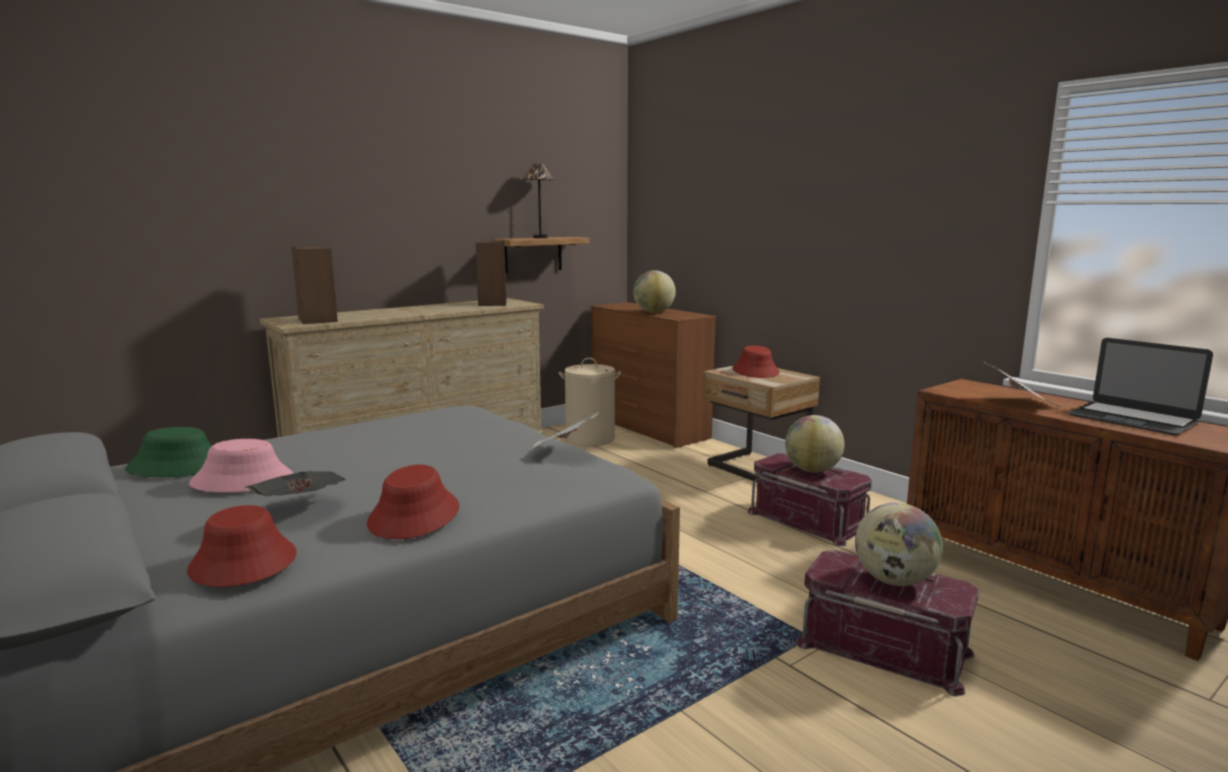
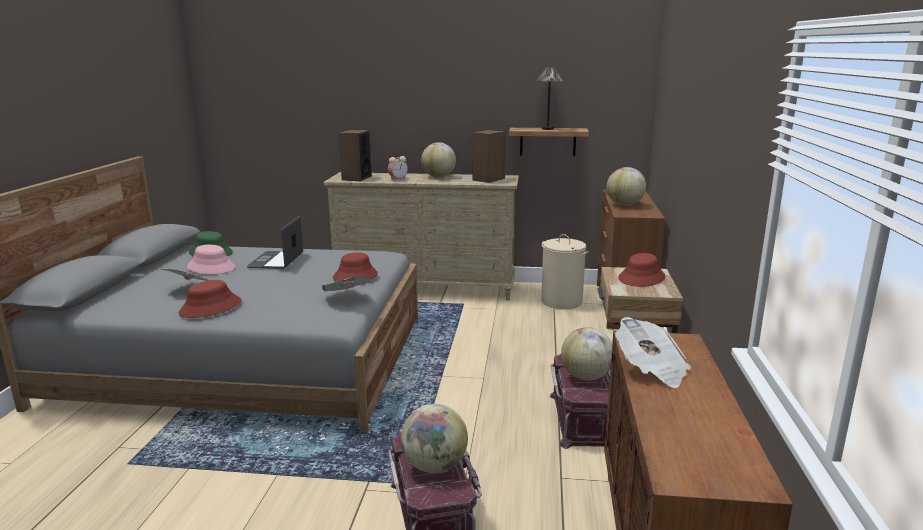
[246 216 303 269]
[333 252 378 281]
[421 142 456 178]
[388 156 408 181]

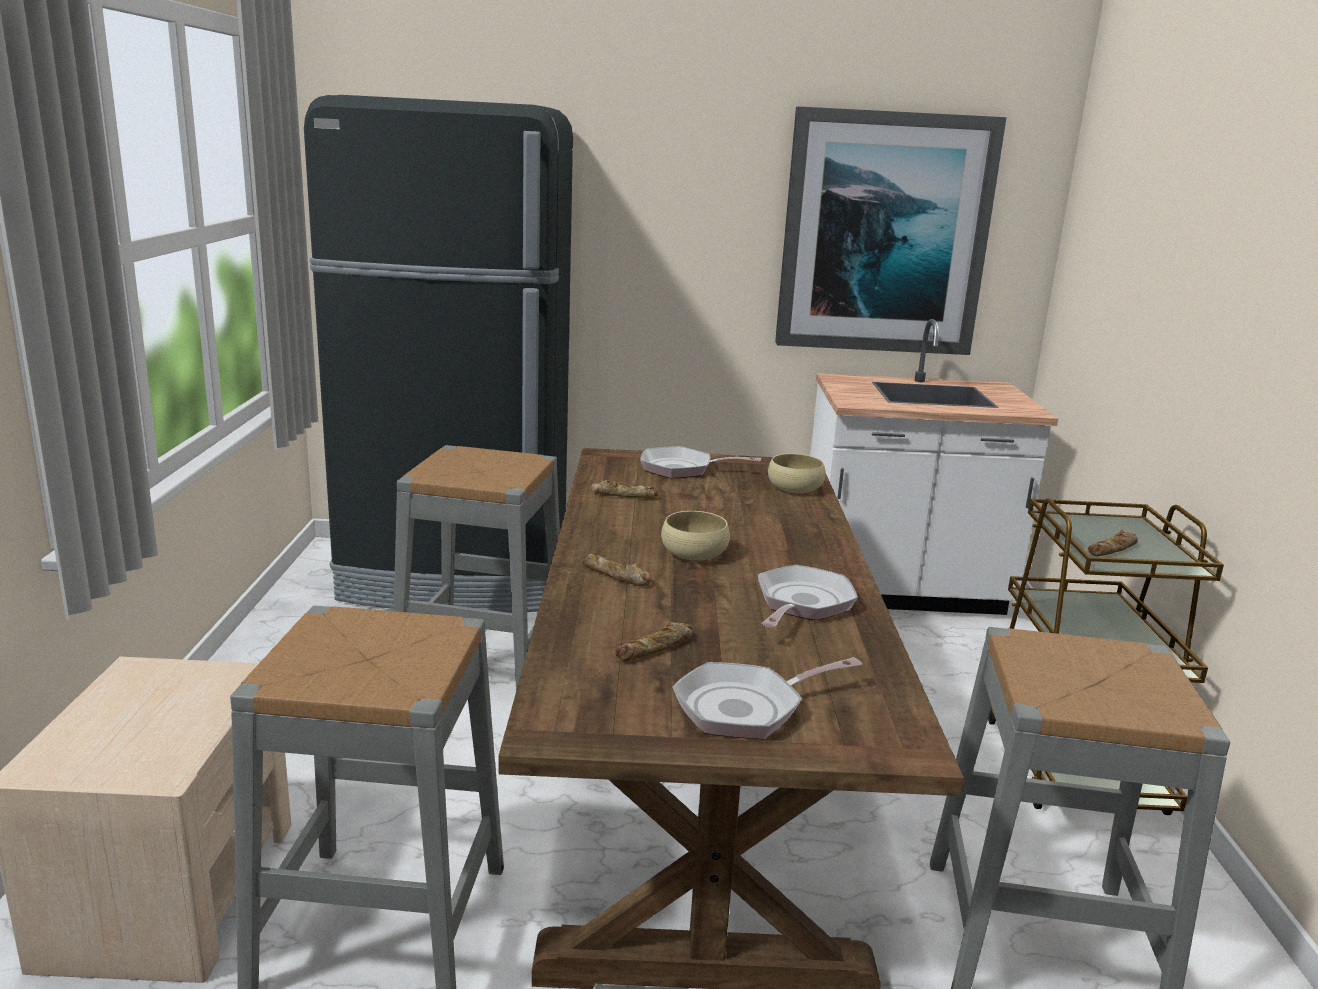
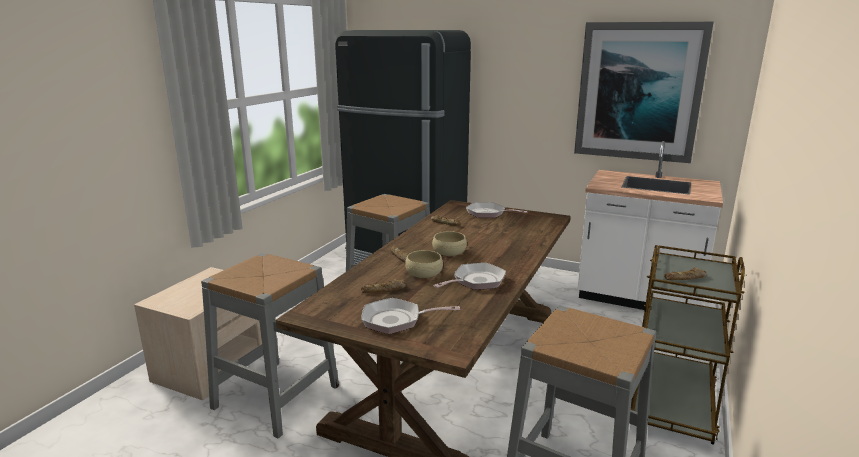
[405 250 443 278]

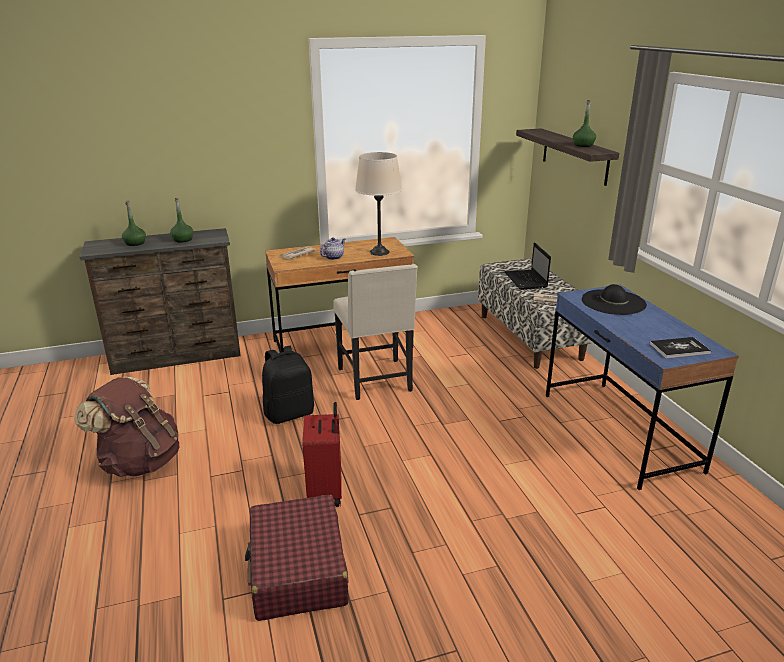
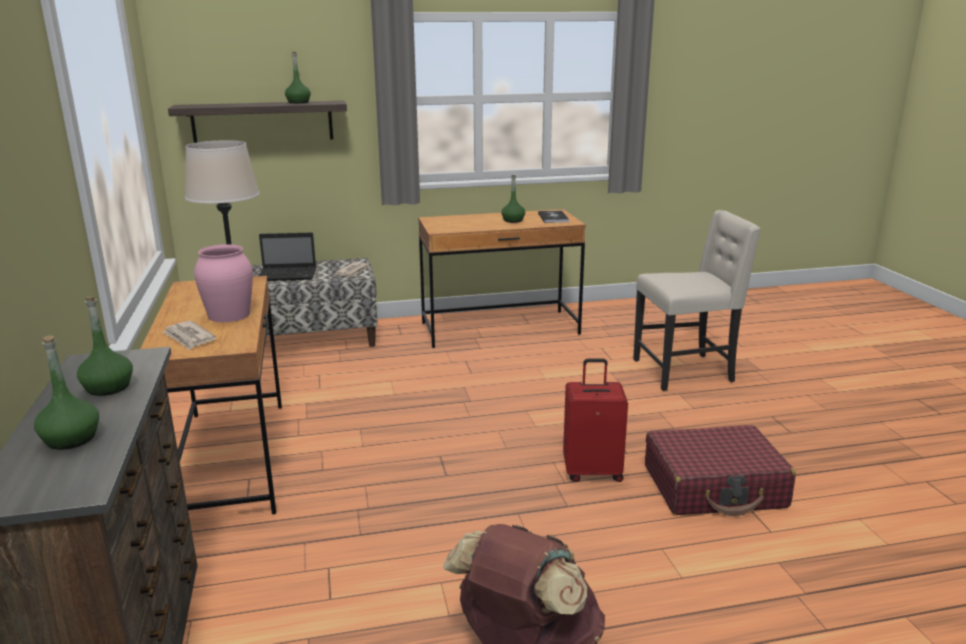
[194 244 253 322]
[633 210 761 391]
[582 284 647 315] (first image)
[418 209 586 348]
[262 346 314 424] (first image)
[501 175 525 223]

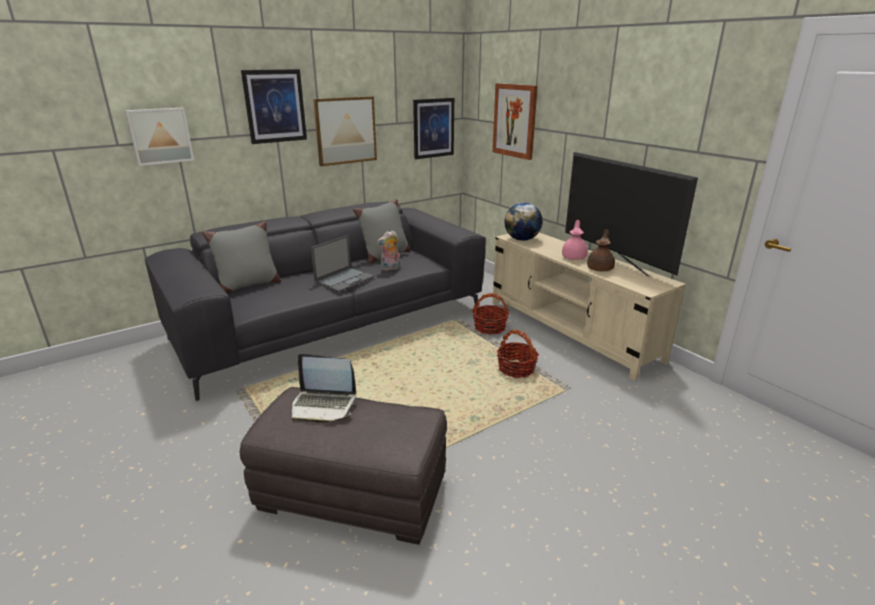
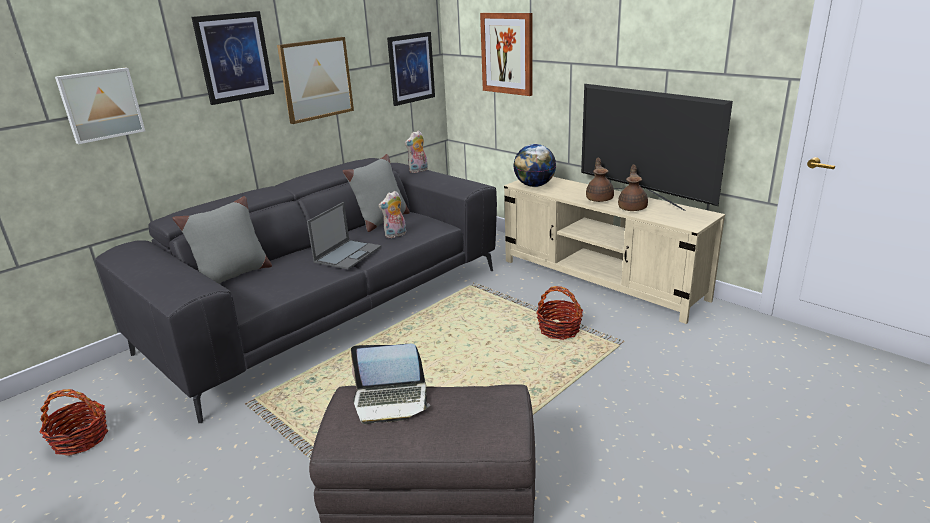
[586 157 614 202]
[39 389 108 456]
[405 130 428 173]

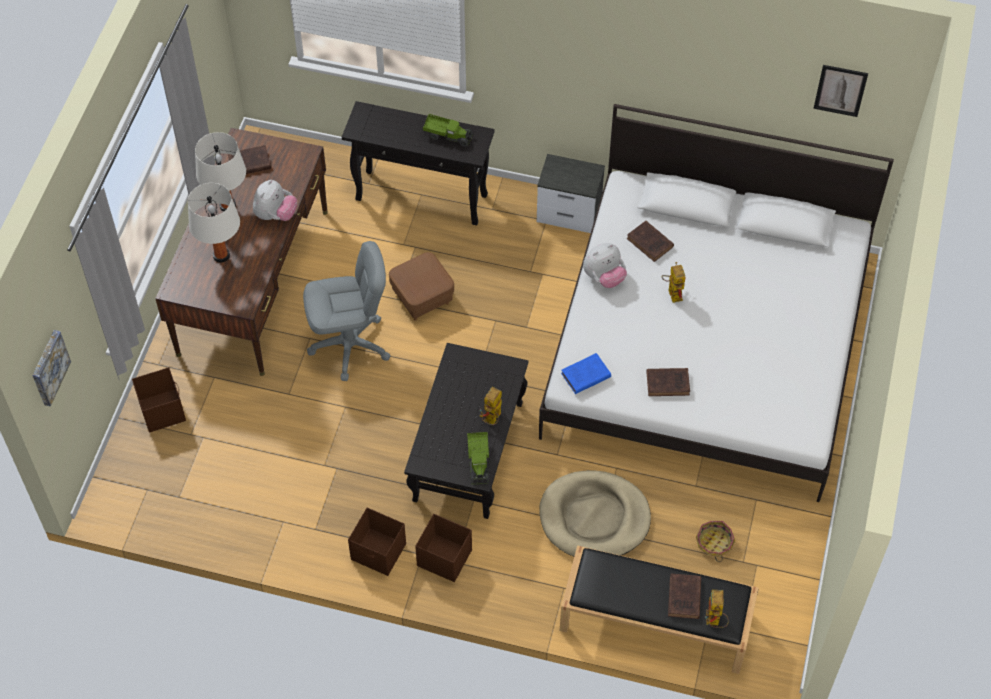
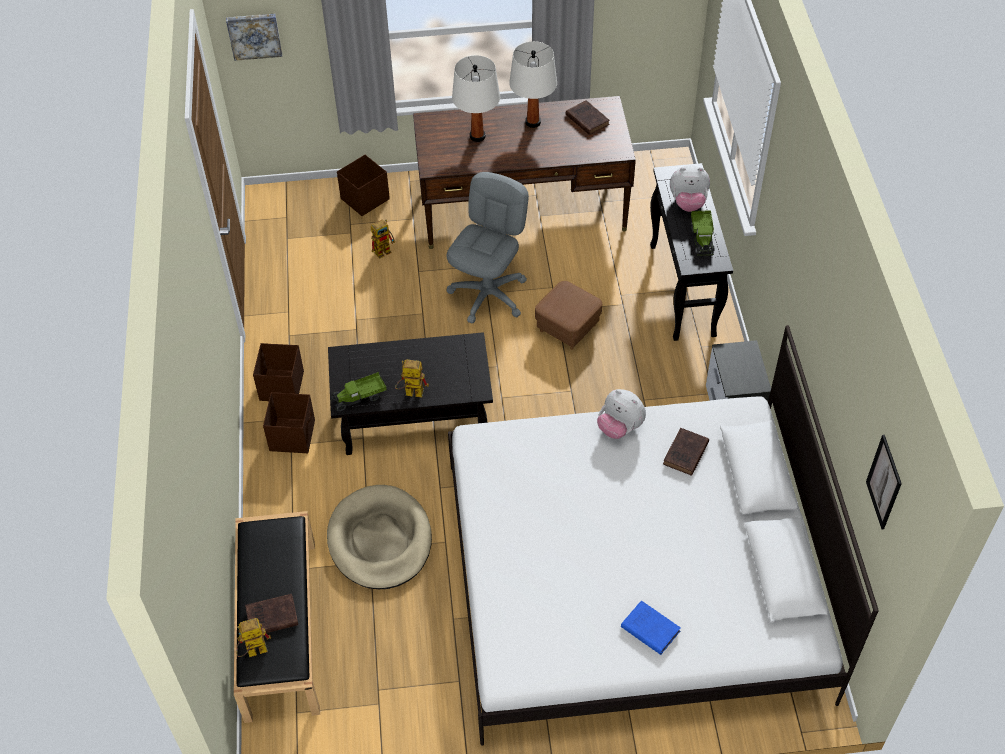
[670 165 710 212]
[446 172 529 323]
[371 219 395 259]
[621 600 681 655]
[646 368 690 396] (first image)
[696 521 735 562] (first image)

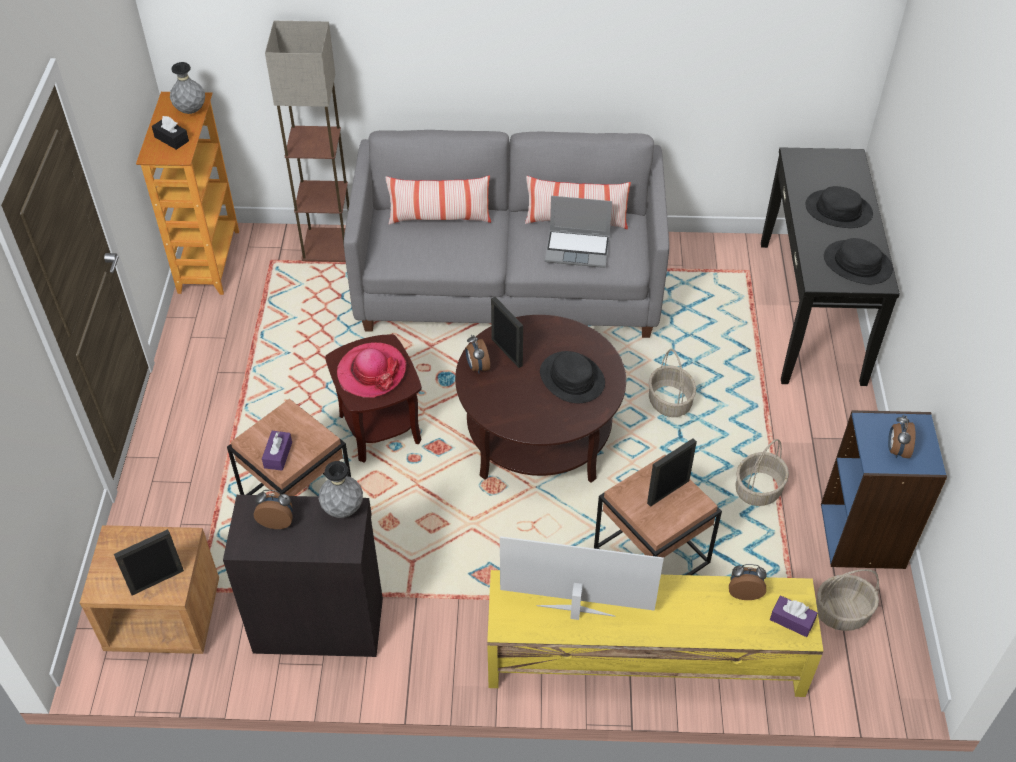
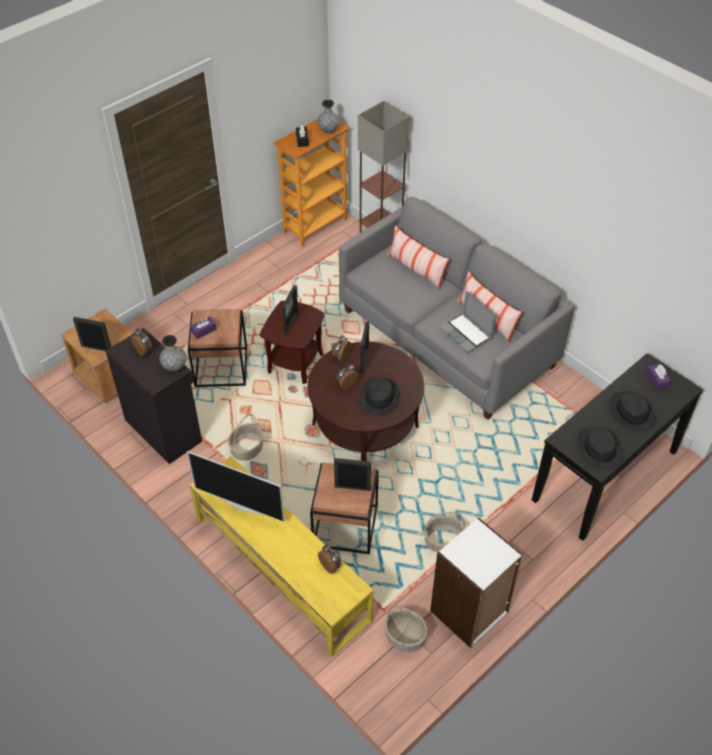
[282 285 298 335]
[228 414 263 461]
[430 517 523 648]
[336 363 359 390]
[187 451 285 522]
[646 363 671 390]

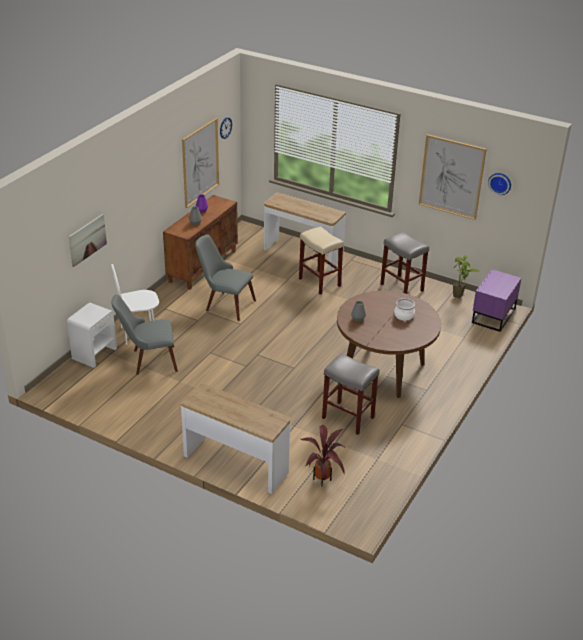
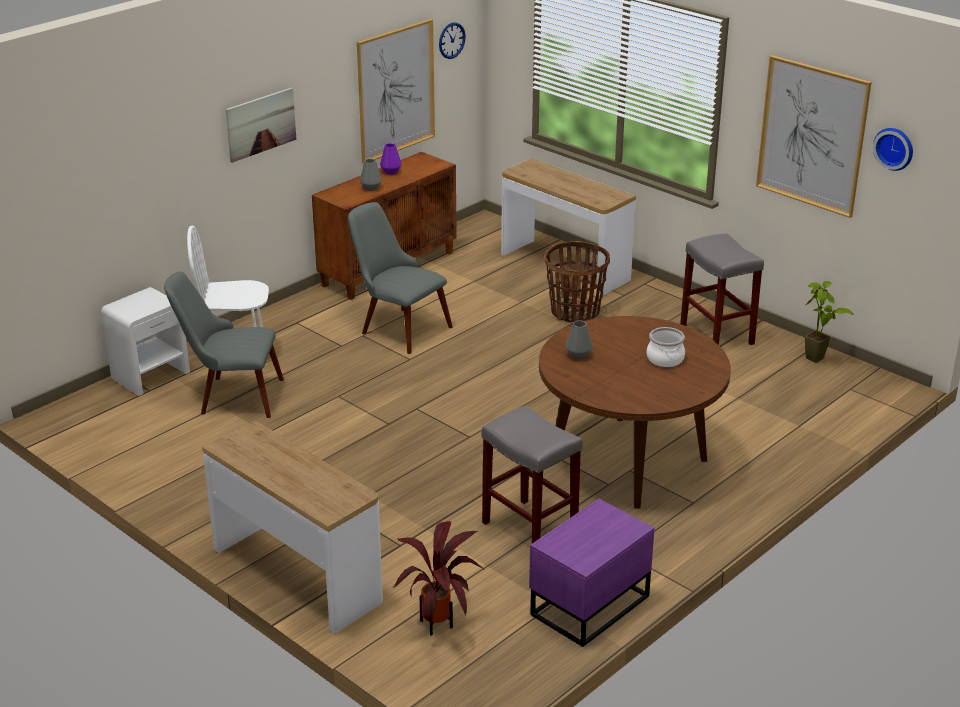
[225 88 296 163]
[544 241 610 322]
[529 499 655 647]

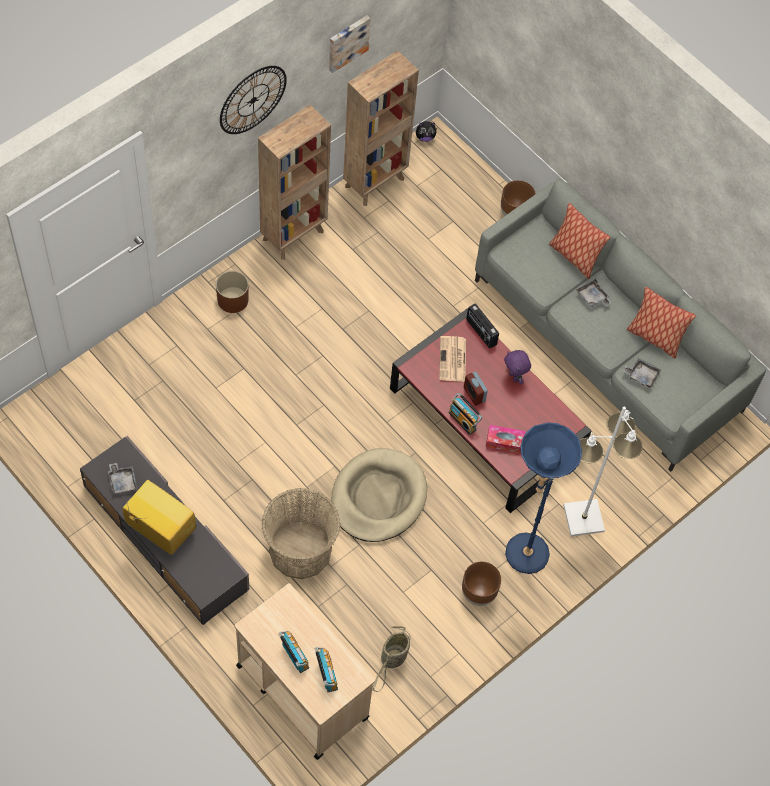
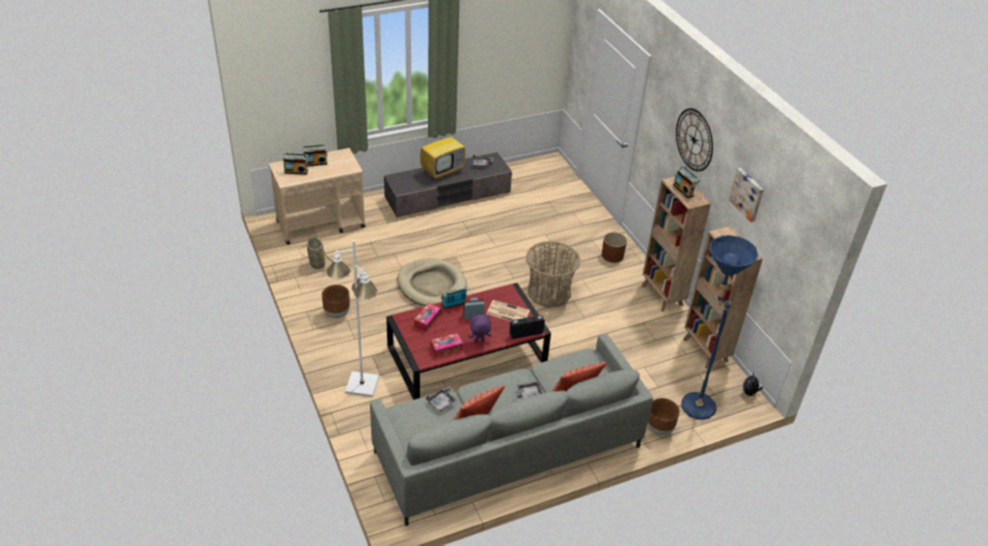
[681 235 758 420]
[526 241 581 307]
[673 165 700 198]
[430 333 463 357]

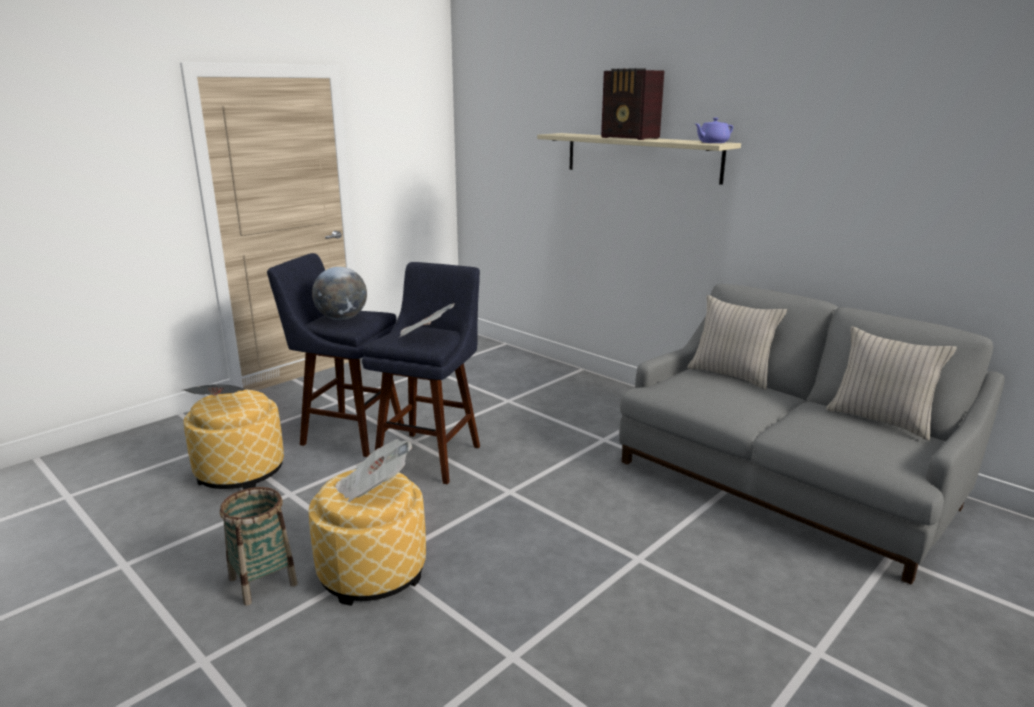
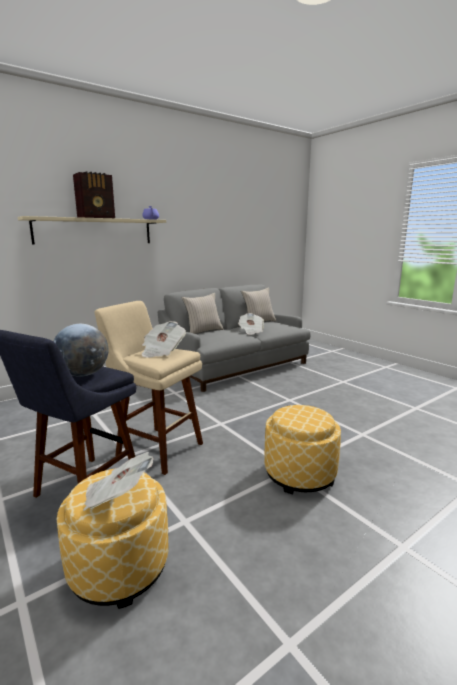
[95 301 203 475]
[238 313 264 335]
[220 487 298 606] (first image)

